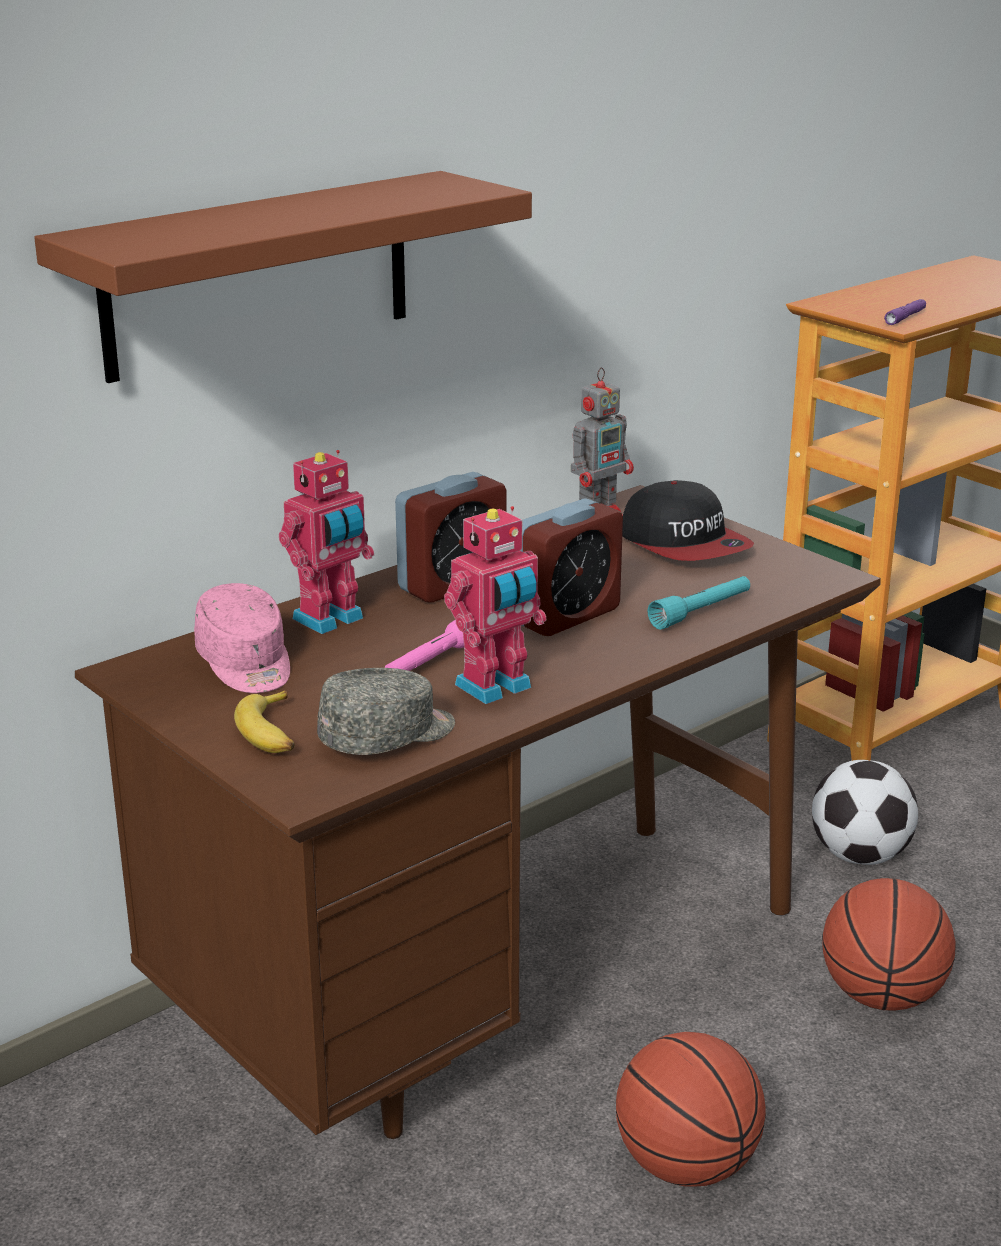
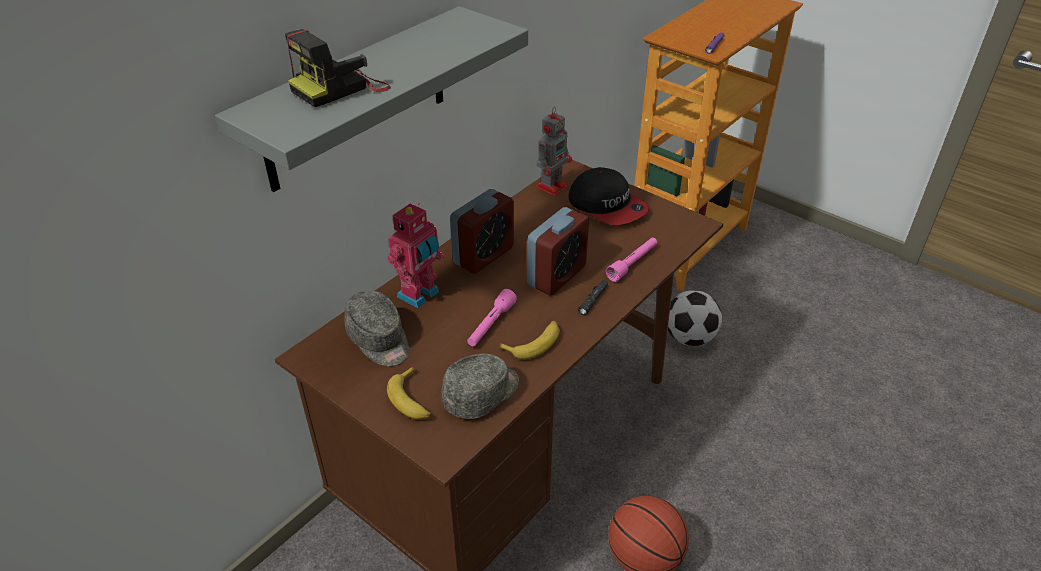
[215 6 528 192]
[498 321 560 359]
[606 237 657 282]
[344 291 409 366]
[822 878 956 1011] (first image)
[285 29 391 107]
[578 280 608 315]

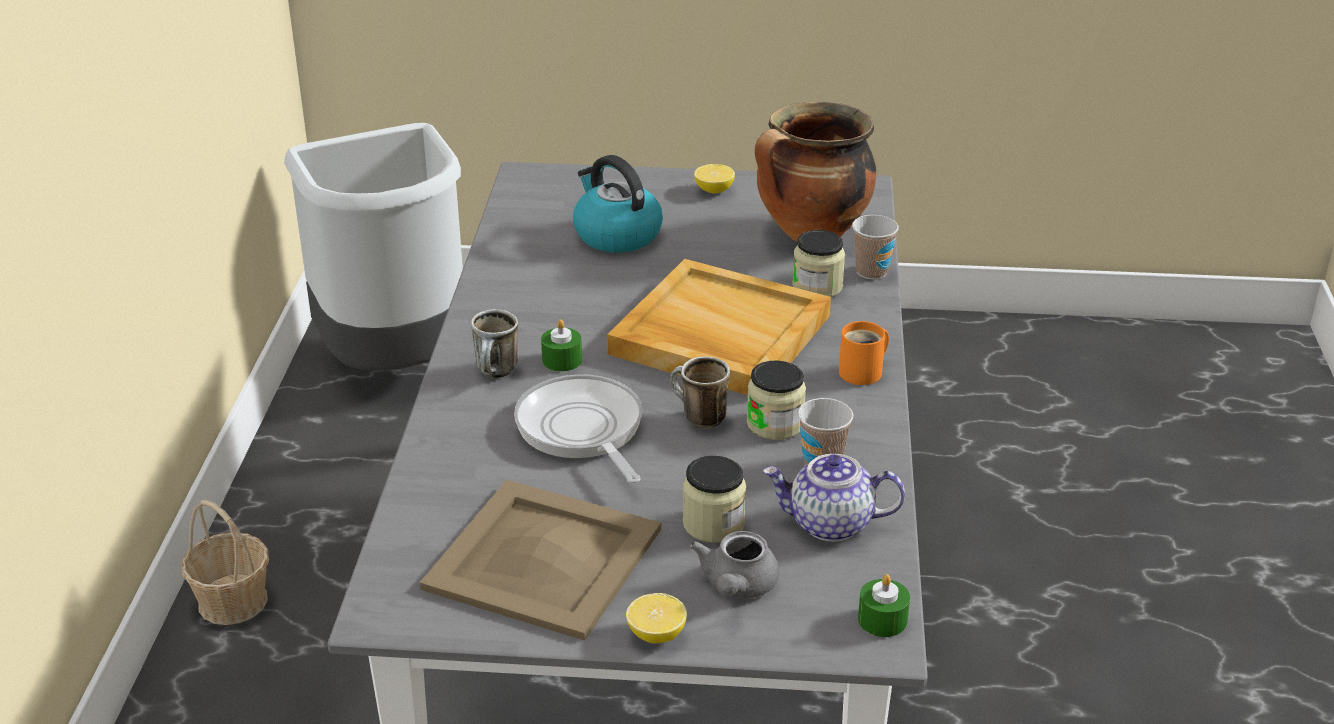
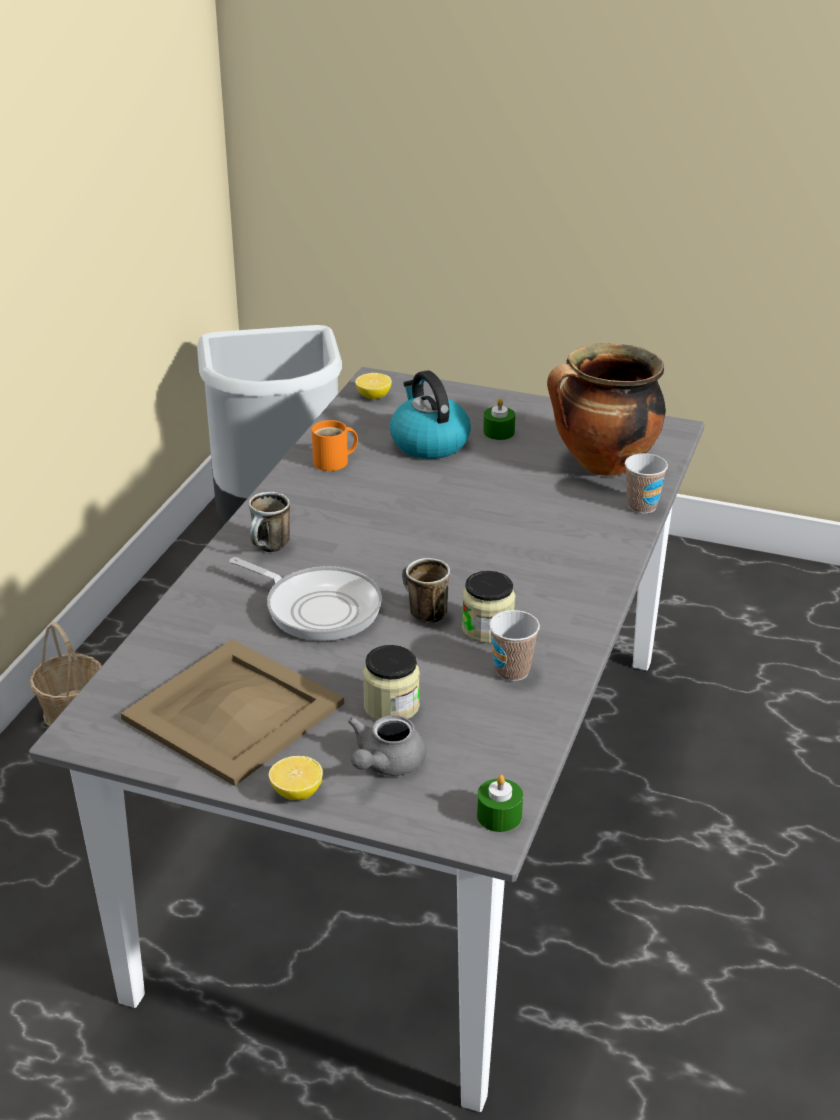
[355 373 392 399]
[792 230 845 297] (first image)
[607 259 831 395] (first image)
[483 399 515 440]
[312 420 358 471]
[230 557 382 641]
[763 454 905 542] (first image)

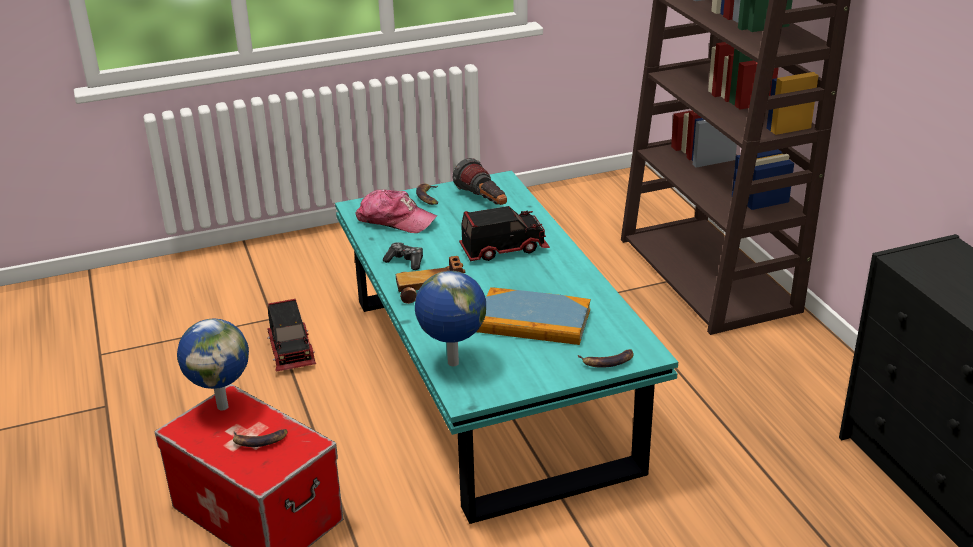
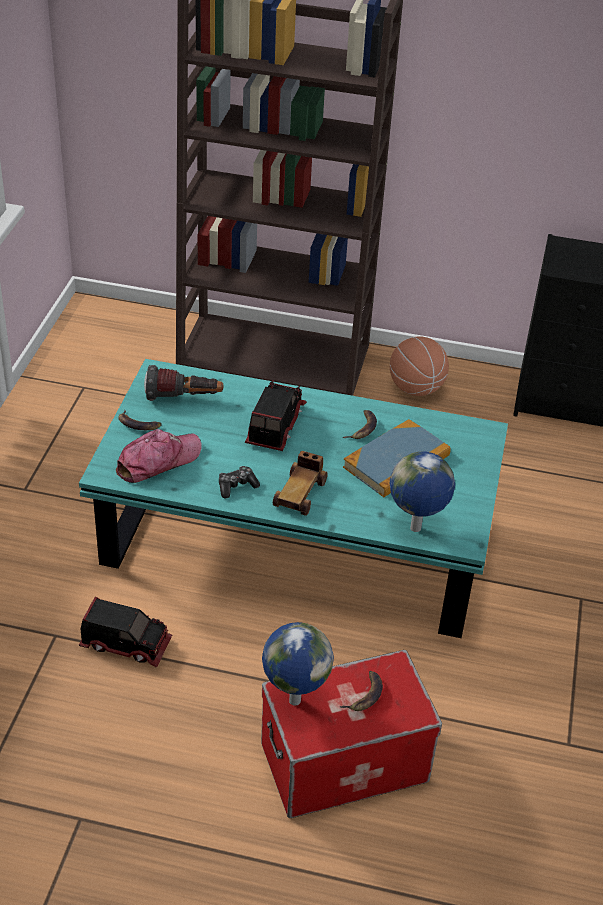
[343 410 377 439]
[390 337 449 396]

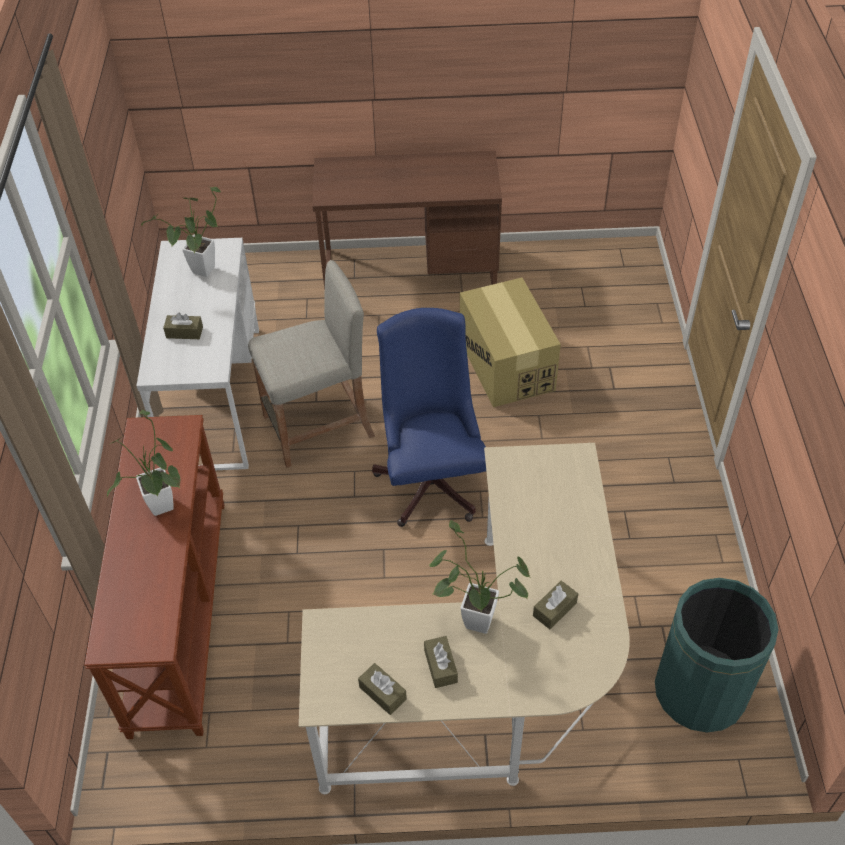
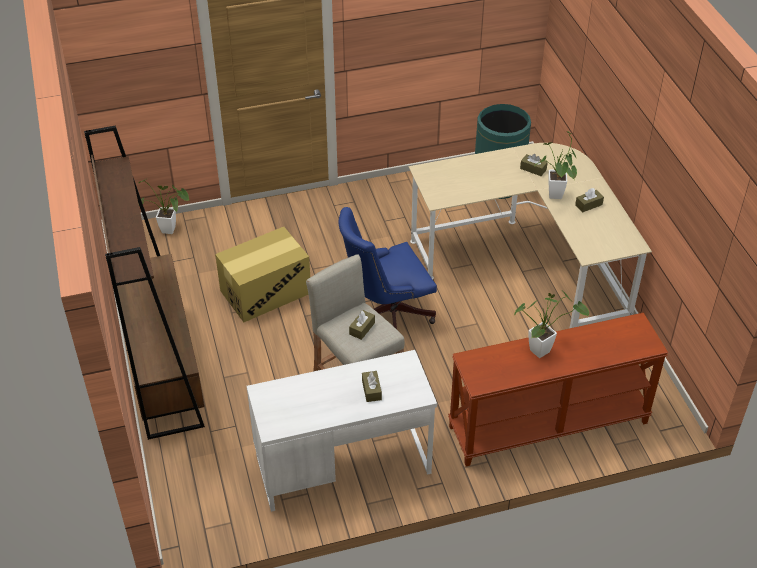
[84 125 205 440]
[139 179 189 234]
[349 310 375 340]

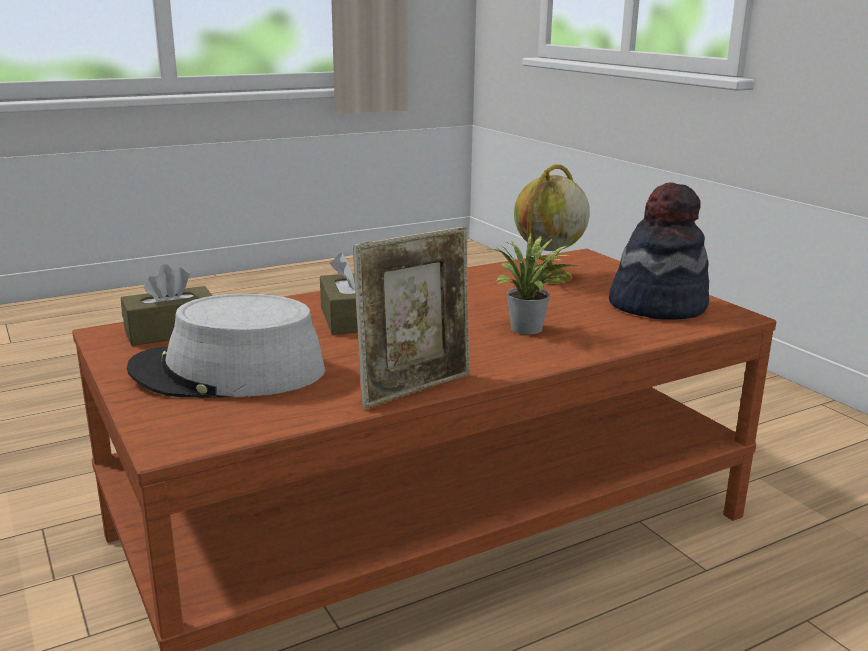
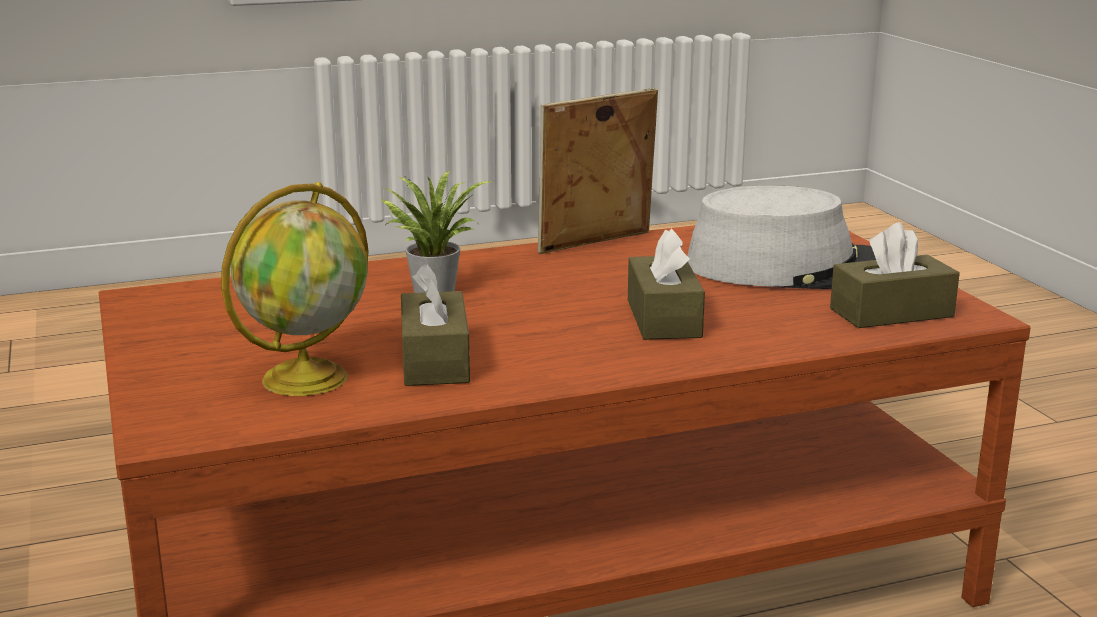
[609 182 709 320] (first image)
[401 264 470 386]

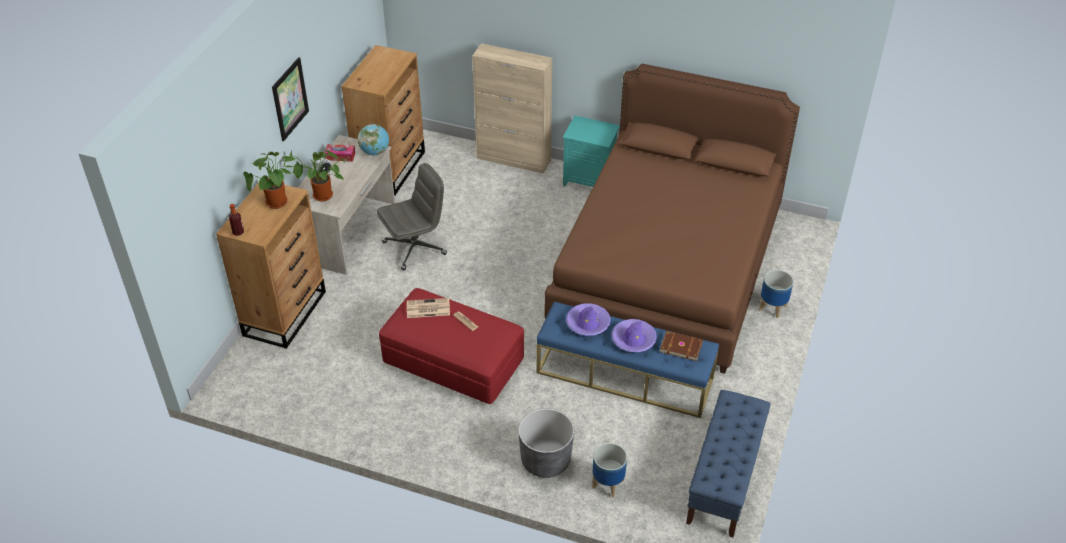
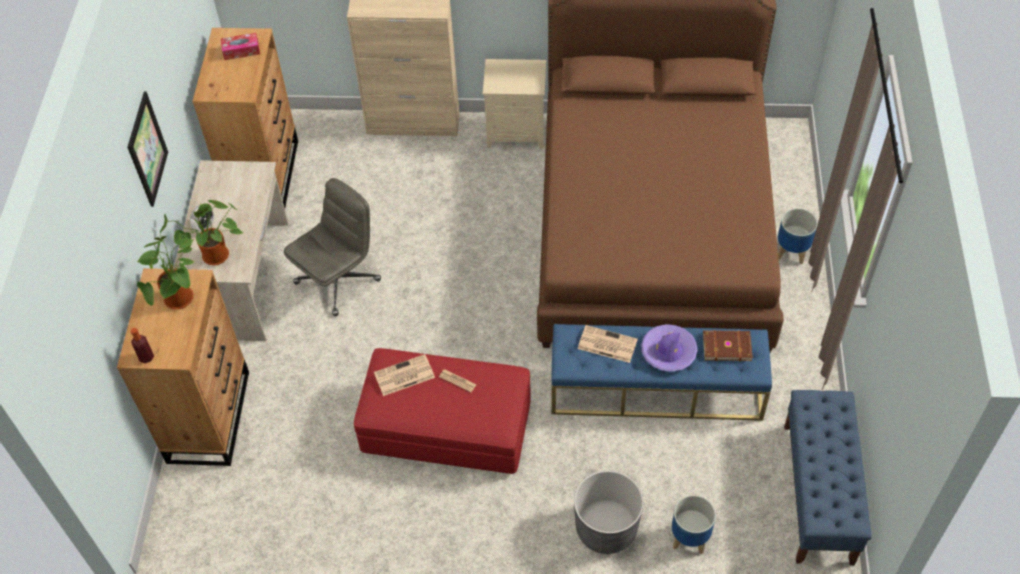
[483 59 546 149]
[358 124 389 155] (first image)
[221 33 260 60]
[578 325 638 363]

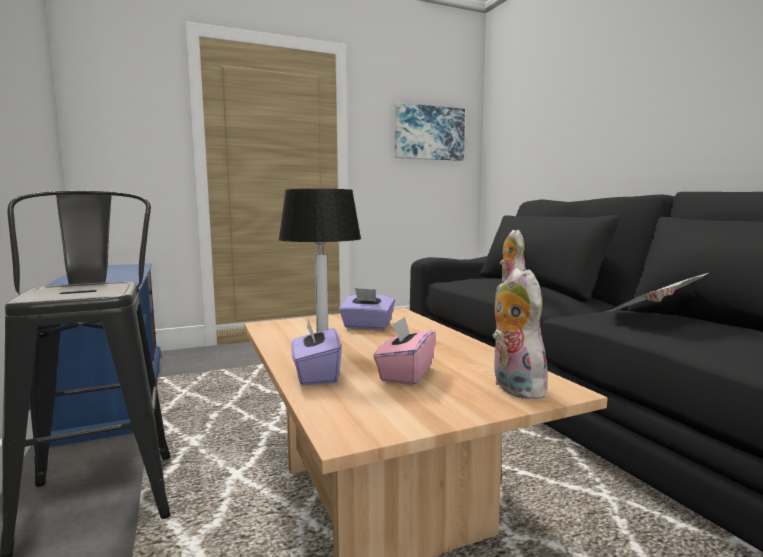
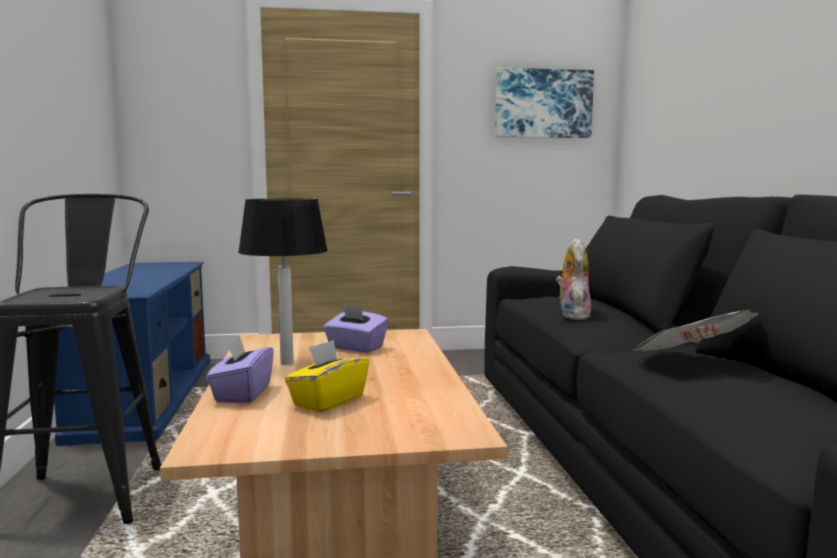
[492 268 552 399] (first image)
[285 340 369 413]

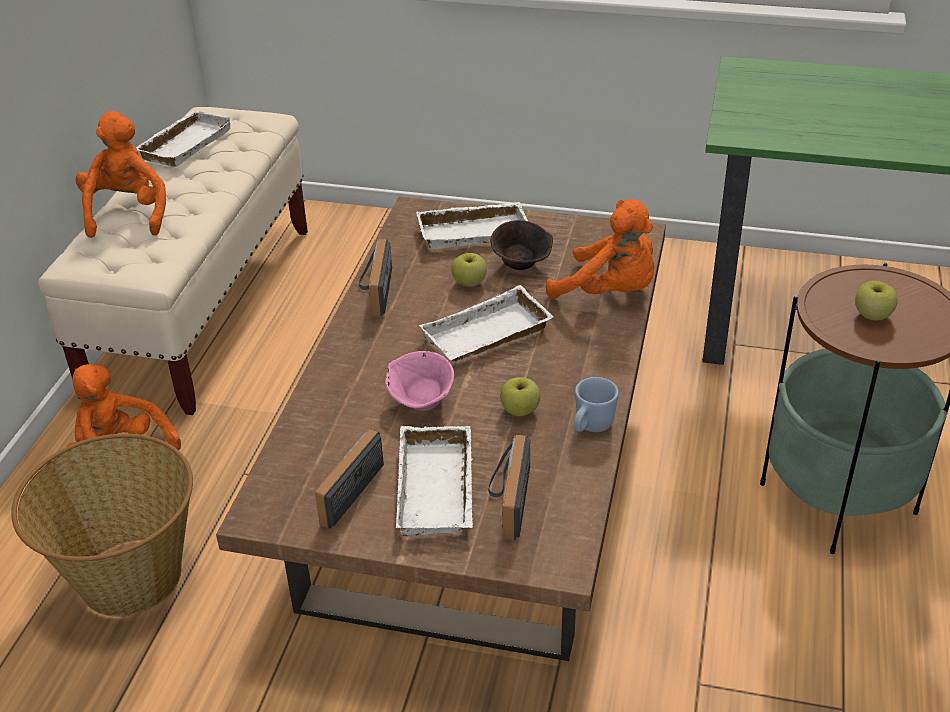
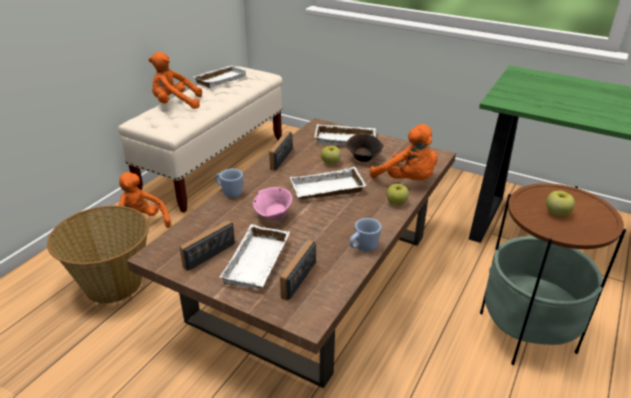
[148 52 202 109]
[386 184 409 205]
[215 169 243 198]

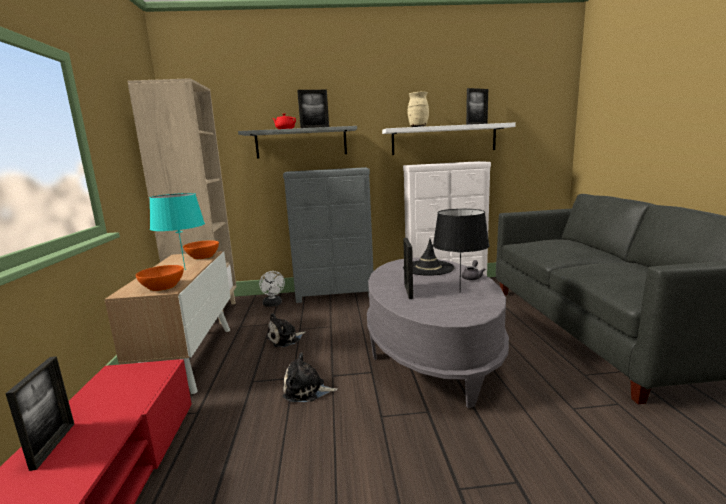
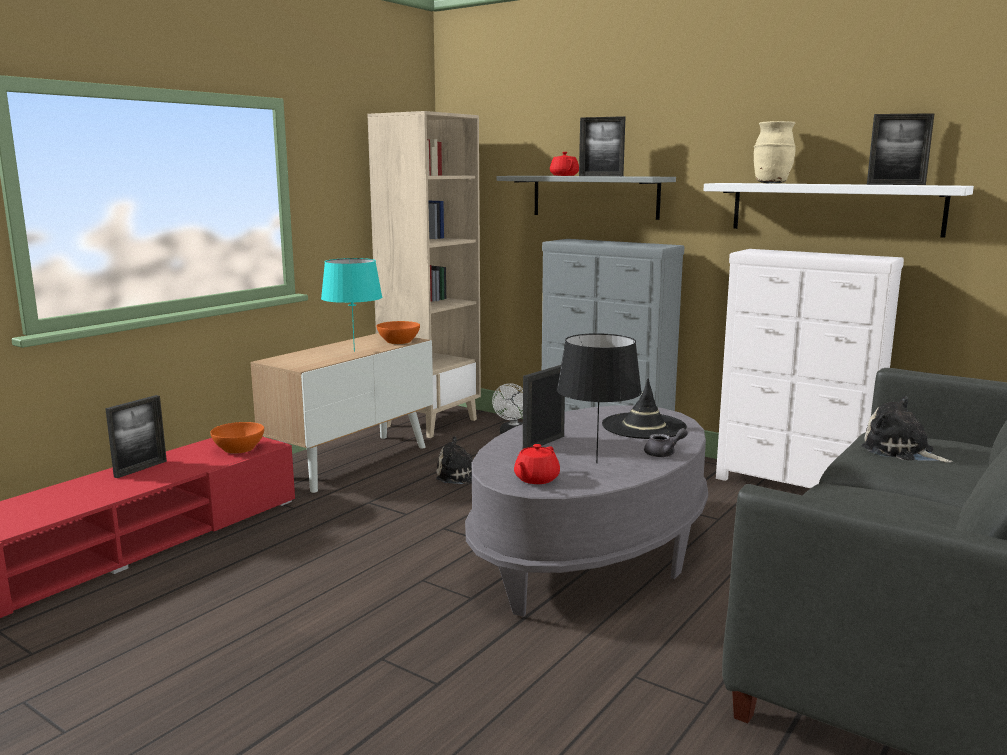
[210 422 264 454]
[861 396 953 463]
[514 444 560 484]

